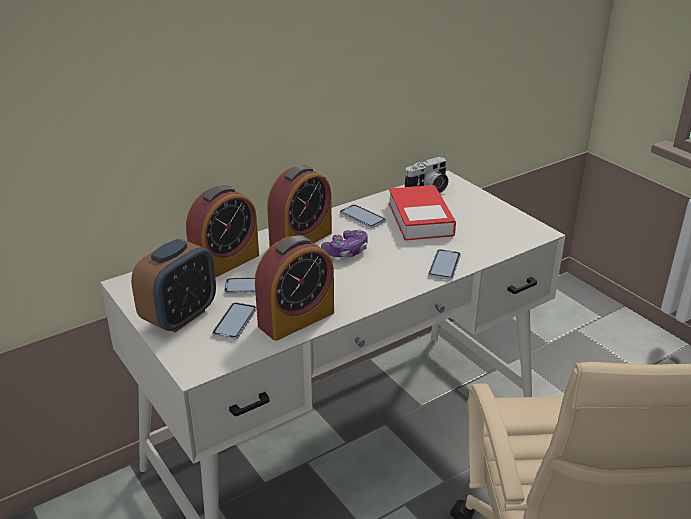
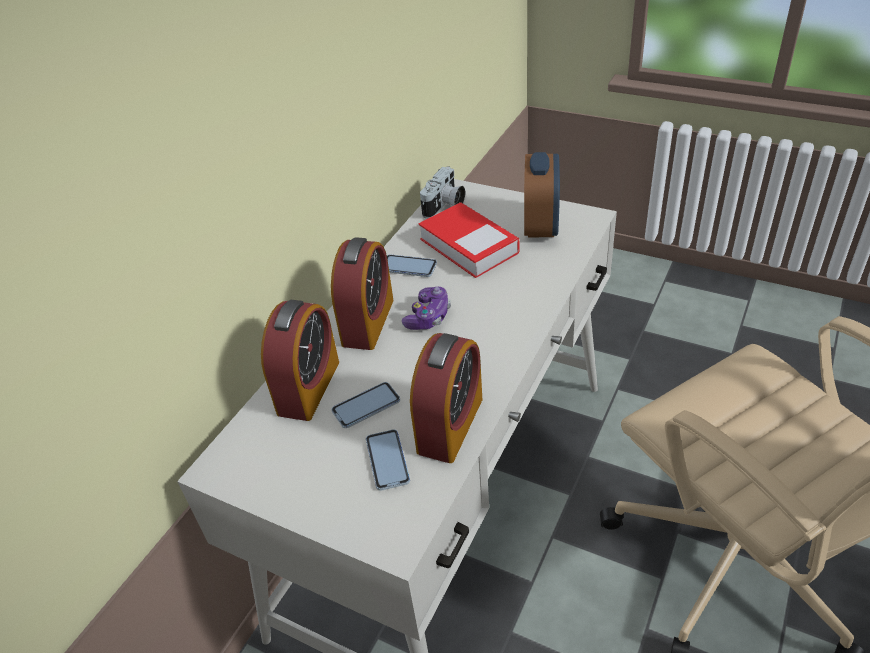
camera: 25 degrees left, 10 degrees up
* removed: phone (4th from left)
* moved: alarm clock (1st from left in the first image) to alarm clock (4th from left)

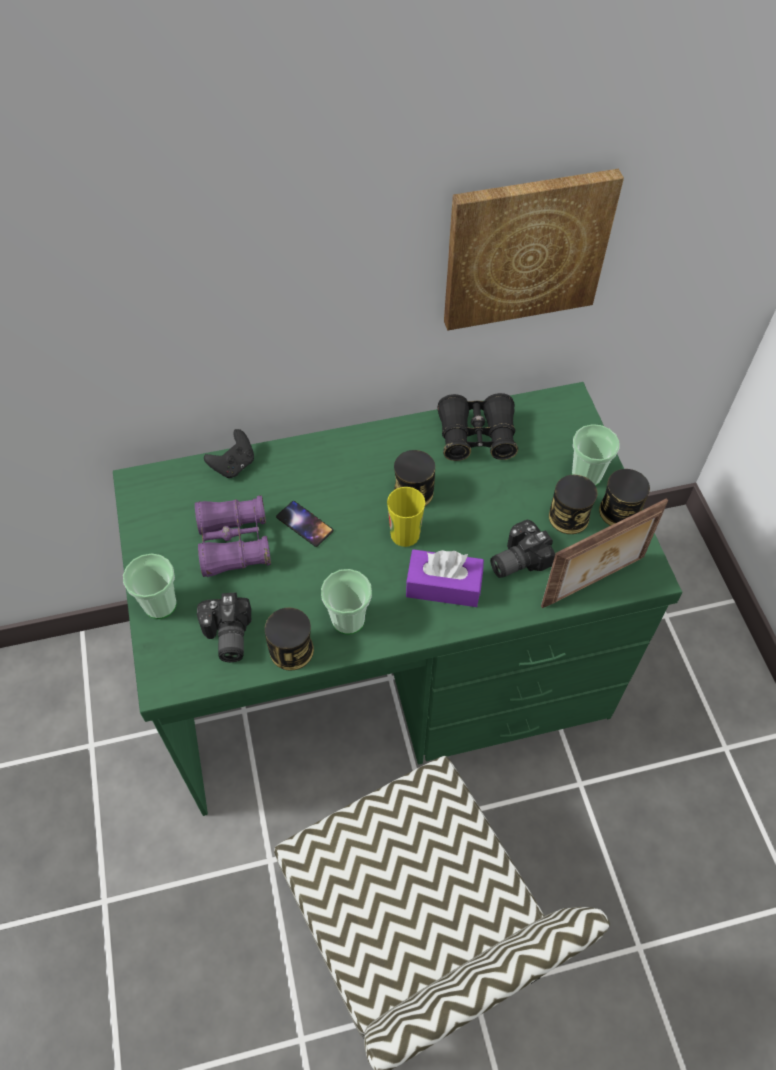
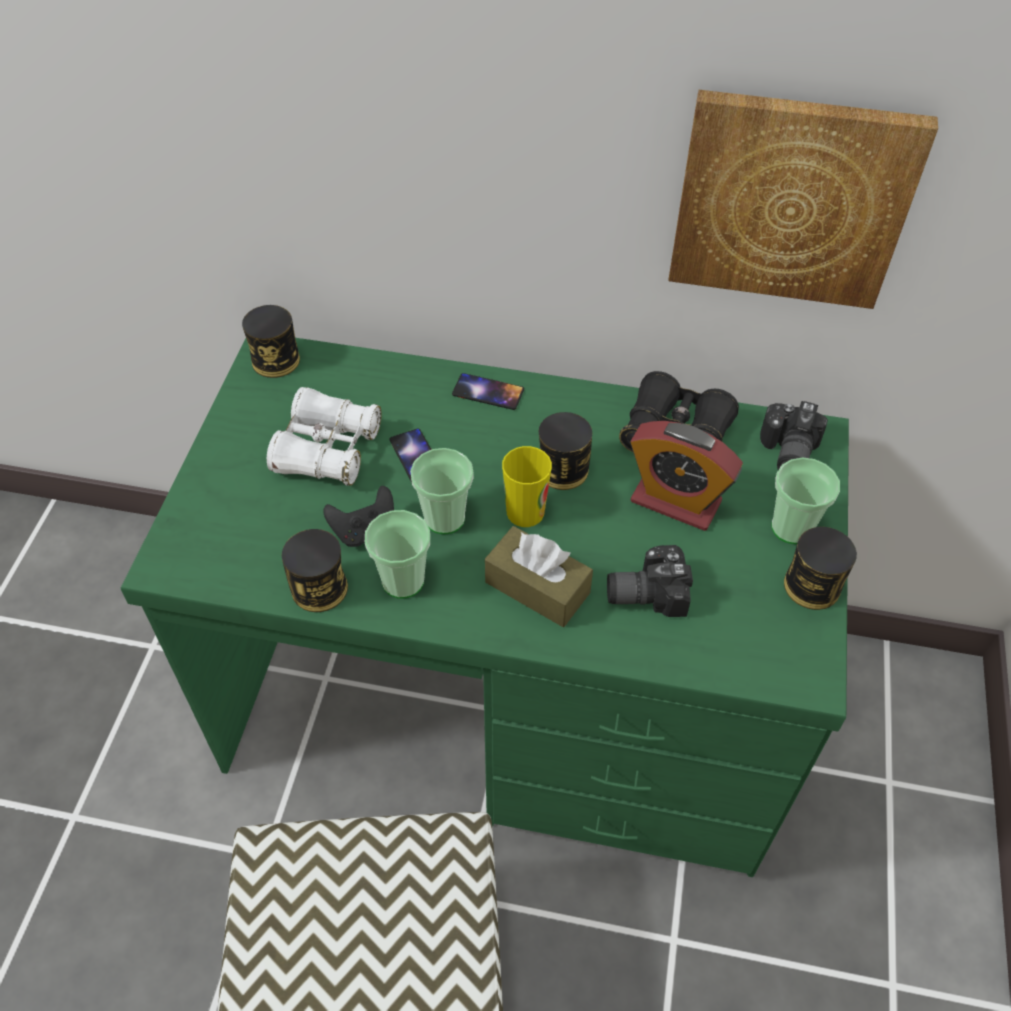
camera: 25 degrees right, 5 degrees down
* removed: picture frame
* added: phone (2nd from left)
* added: alarm clock
* moved: cup (1st from left in the first image) to cup (2nd from left)
* moved: photo camera (1st from left in the first image) to photo camera (2nd from left)
* moved: black game controller
* moved: can (3rd from left in the first image) to can (1st from left)
* recoloured: purple binoculars to white binoculars
* recoloured: purple tissue box to brown tissue box

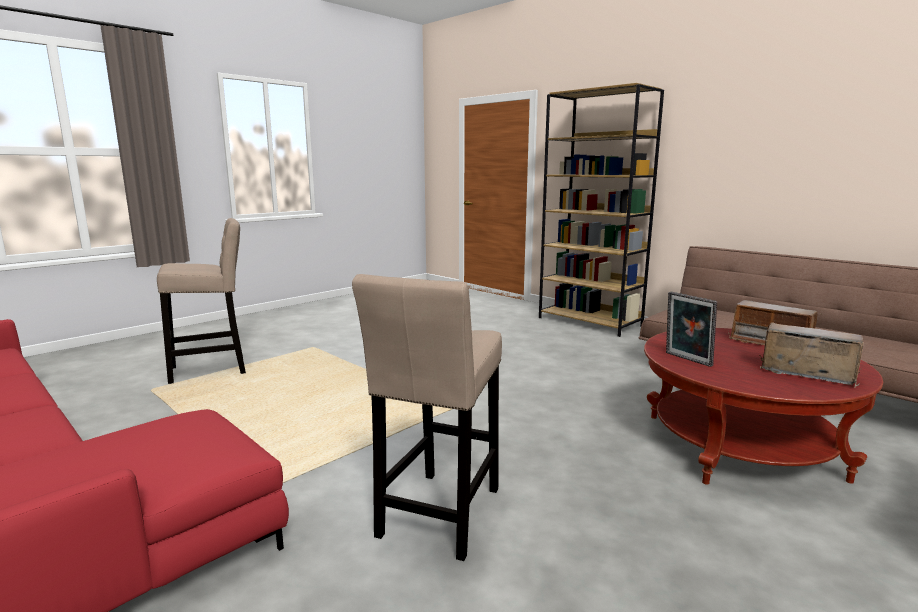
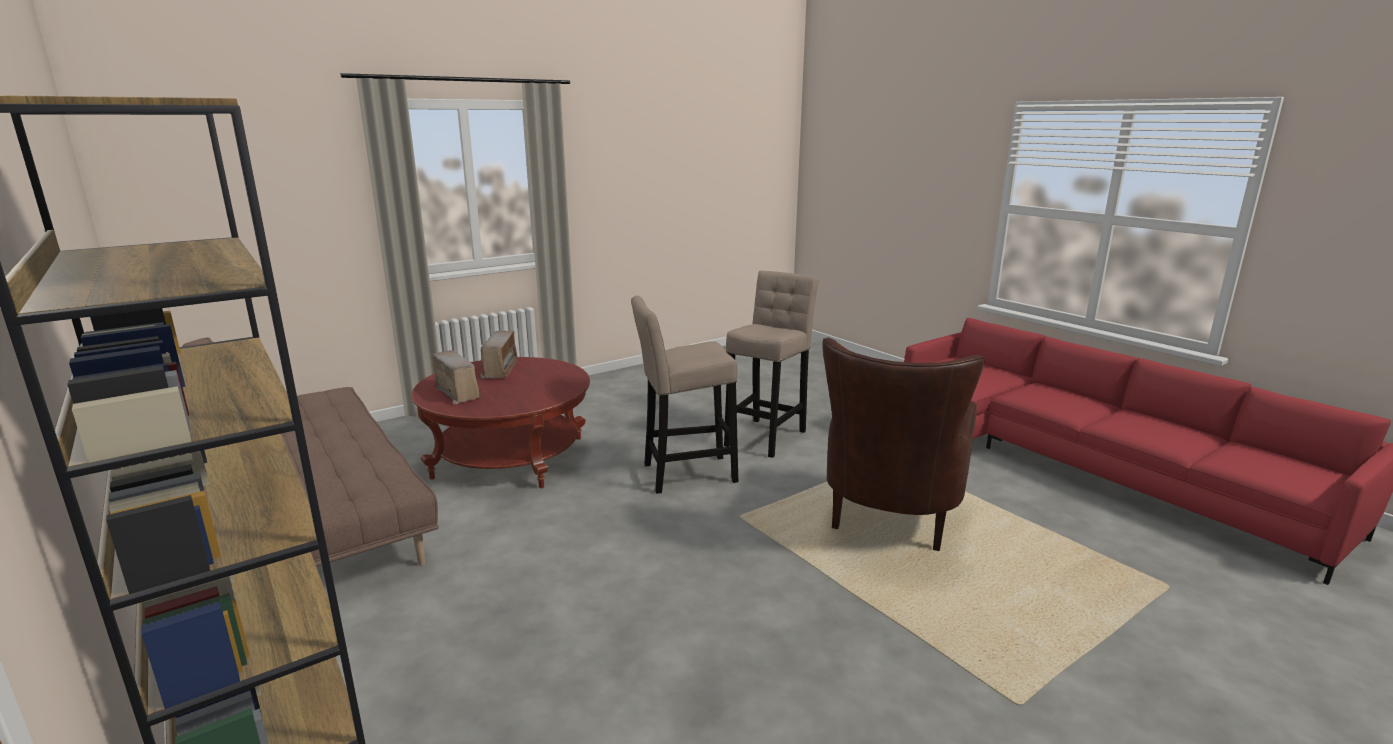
camera: 170 degrees left, 5 degrees up
* removed: picture frame
* added: brown armchair
* moved: beige stool (1st from left)
* turned: radio (2nd from left) 135 degrees counterclockwise

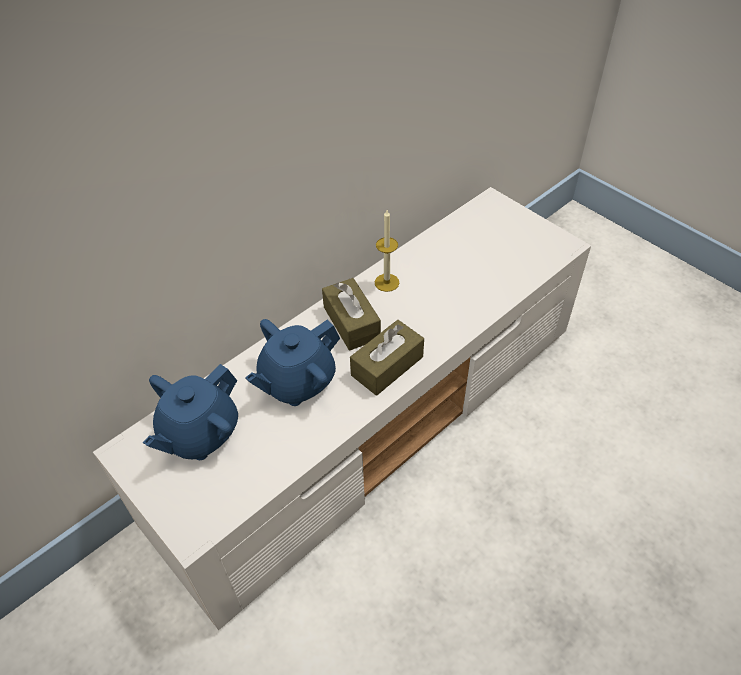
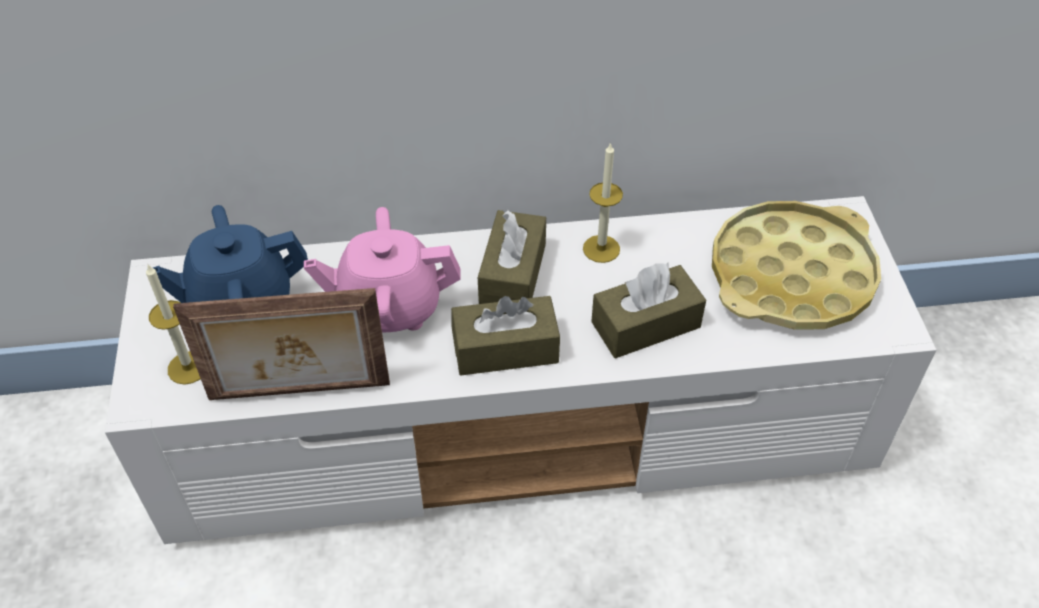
camera: 35 degrees right, 0 degrees up
* added: candle (1st from left)
* added: picture frame
* added: brown tissue box (3rd from left)
* added: yellow tray
* recoloured: blue teapot (2nd from left) to pink teapot

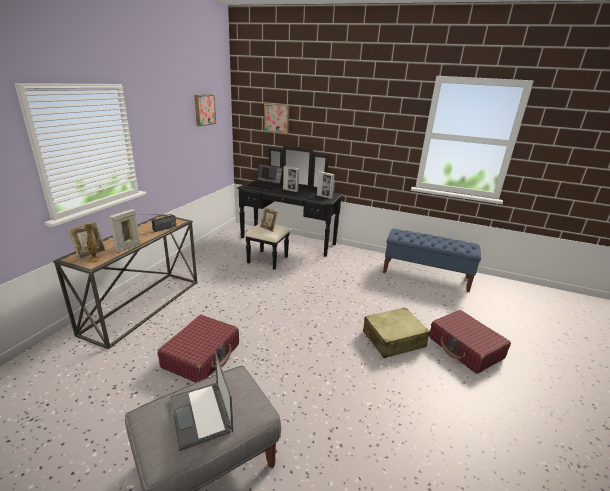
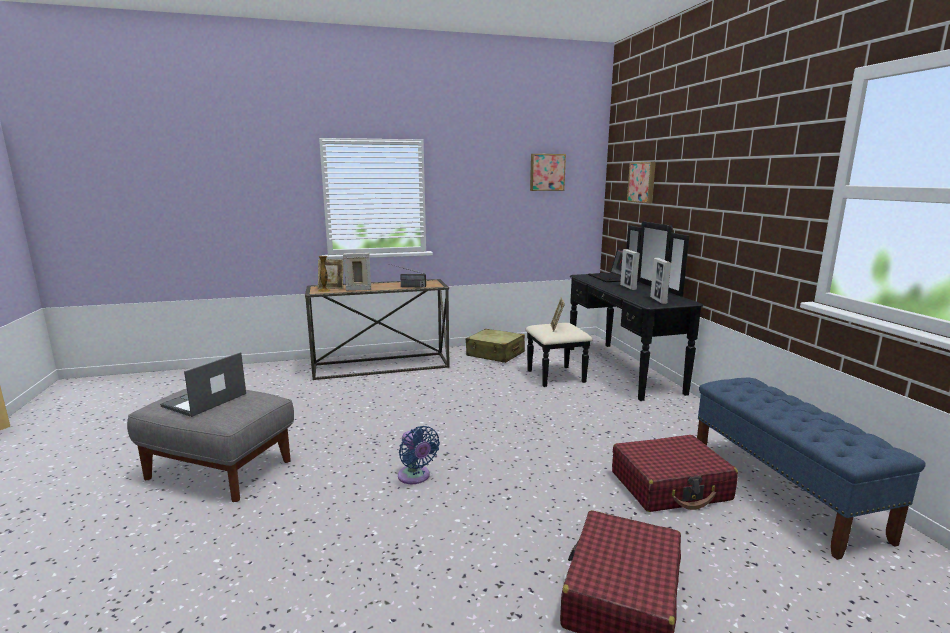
camera: 55 degrees right, 10 degrees down
* added: blue fan
* moved: red suitcase (1st from left in the first image) to red suitcase (2nd from left)
* moved: beige suitcase

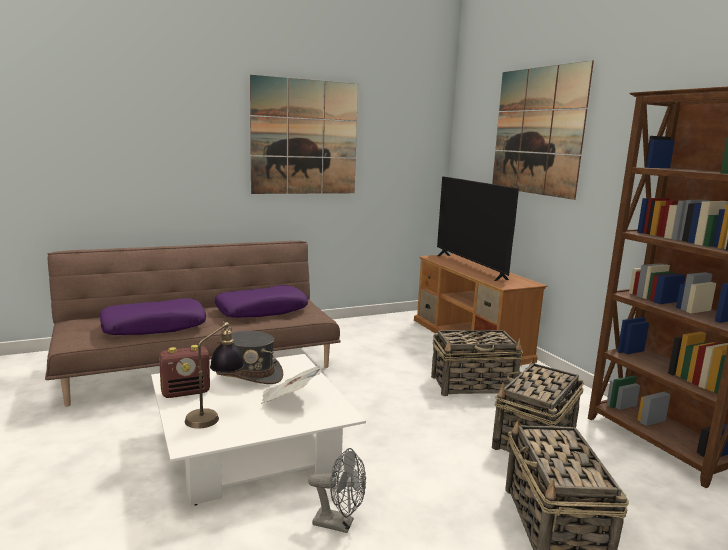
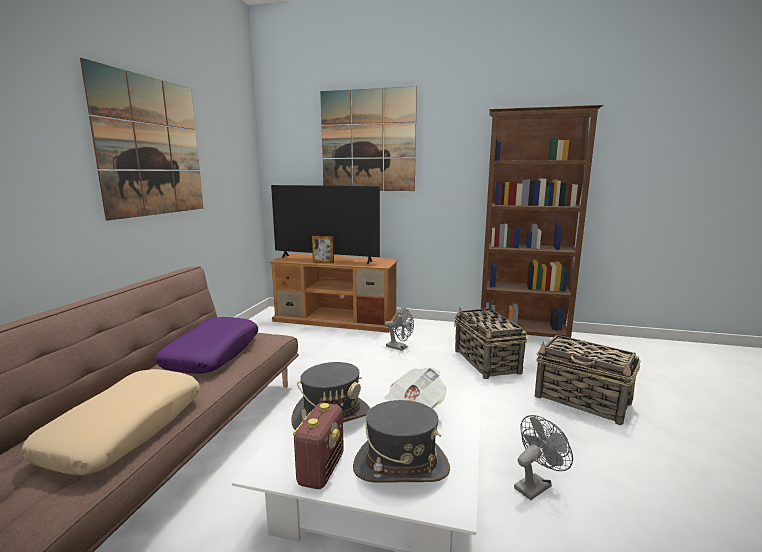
camera: 50 degrees left, 0 degrees up
* added: picture frame
* replaced: table lamp to grey hat (2nd from left)
* replaced: basket (1st from left) to grey fan (1st from left)
* recoloured: purple pillow (1st from left) to beige pillow

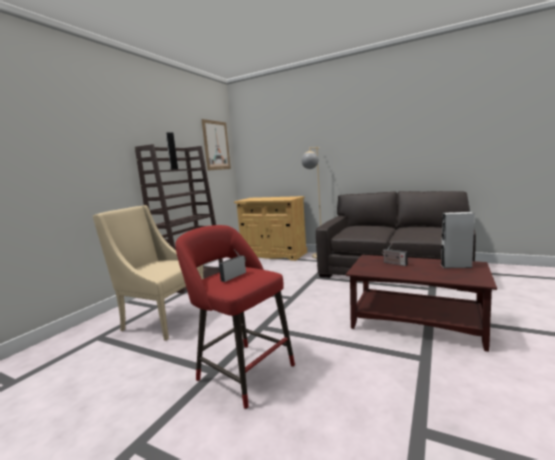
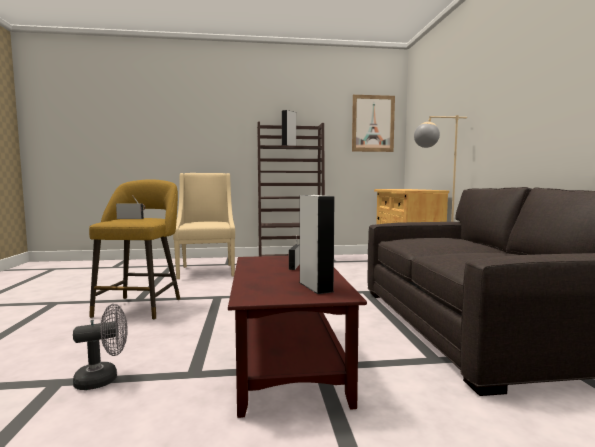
camera: 55 degrees right, 5 degrees down
* added: grey fan
* recoloured: red stool to yellow stool

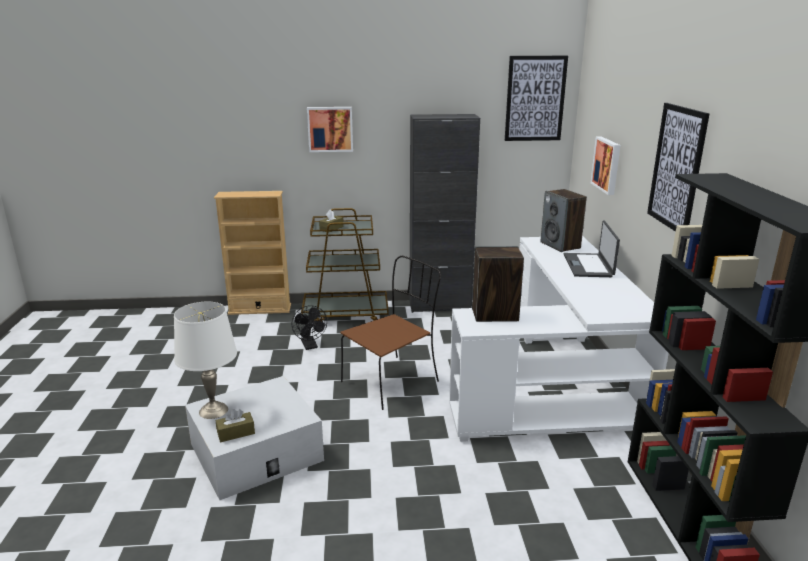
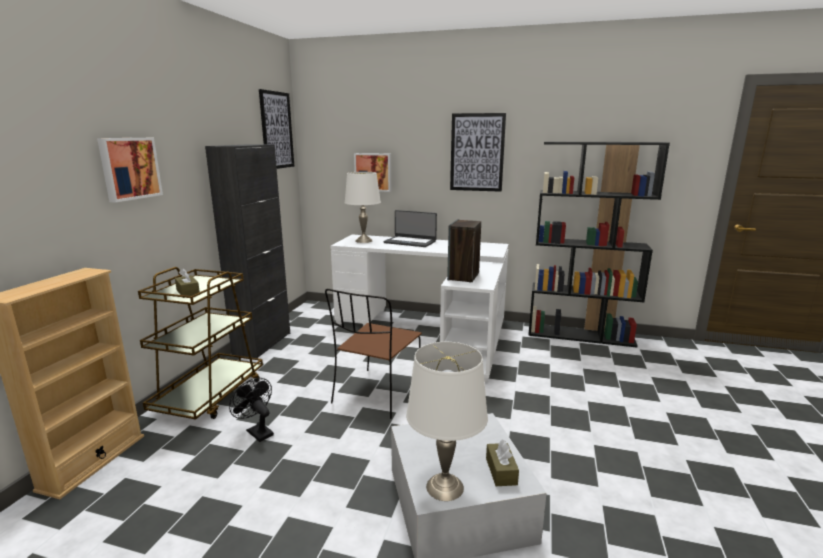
camera: 70 degrees left, 5 degrees down
* replaced: speaker (2nd from left) to white table lamp (1st from left)
* turned: black fan 135 degrees counterclockwise
* turned: brown chair 135 degrees counterclockwise

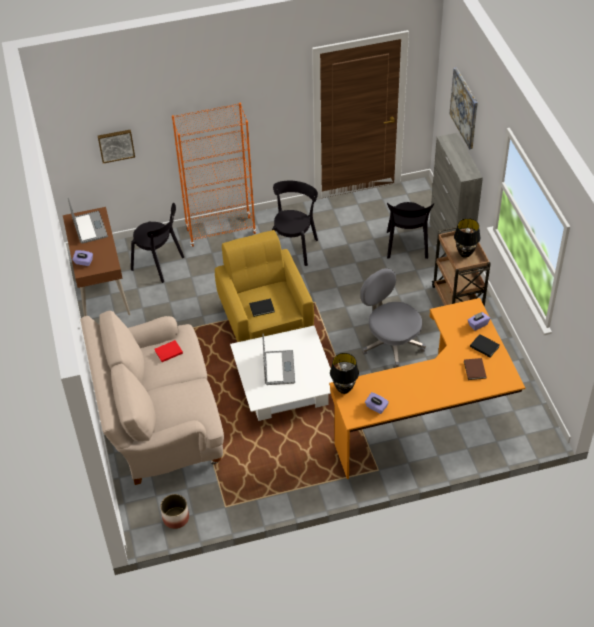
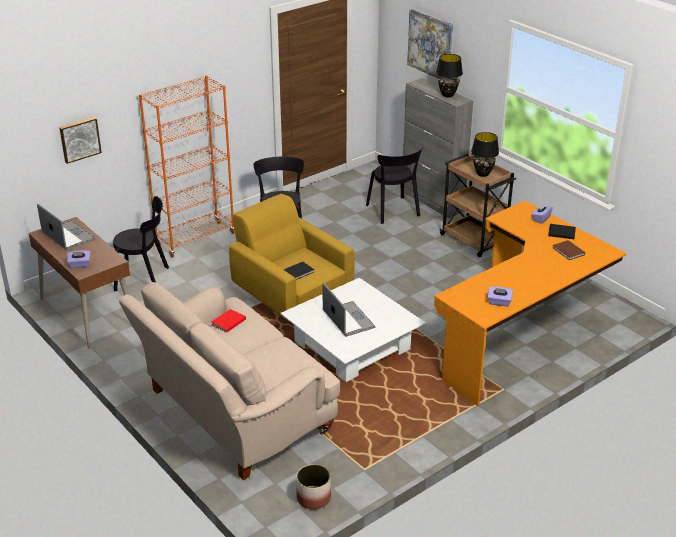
camera: 25 degrees left, 15 degrees down
* removed: grey office chair
* moved: black table lamp (1st from left)

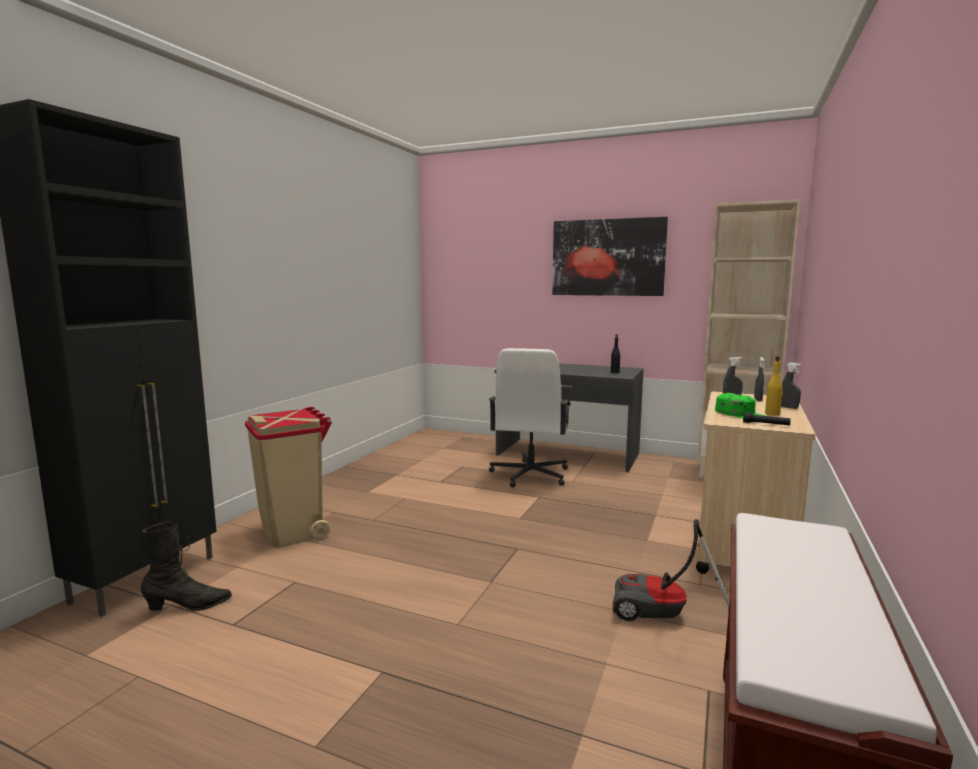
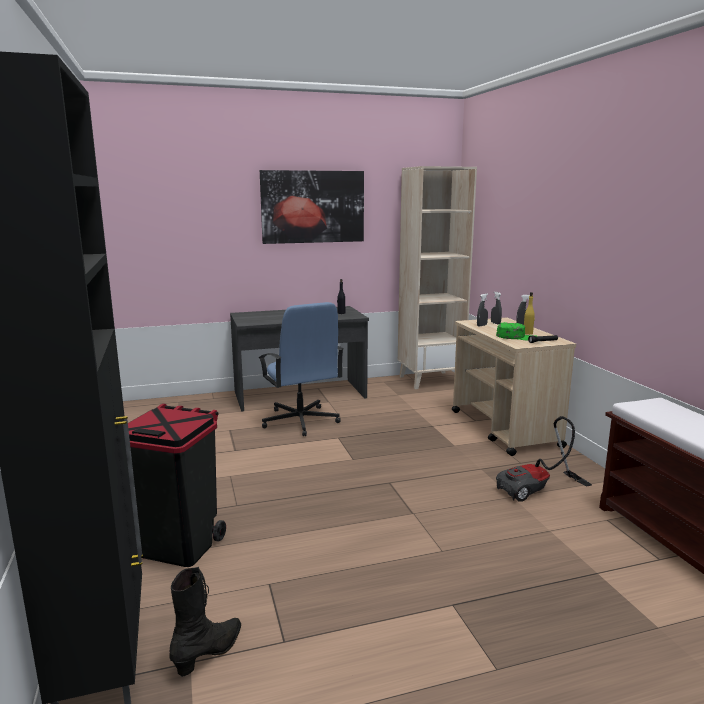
camera: 40 degrees left, 5 degrees up
* recoloured: beige trash can to black trash can
* recoloured: white office chair to blue office chair

